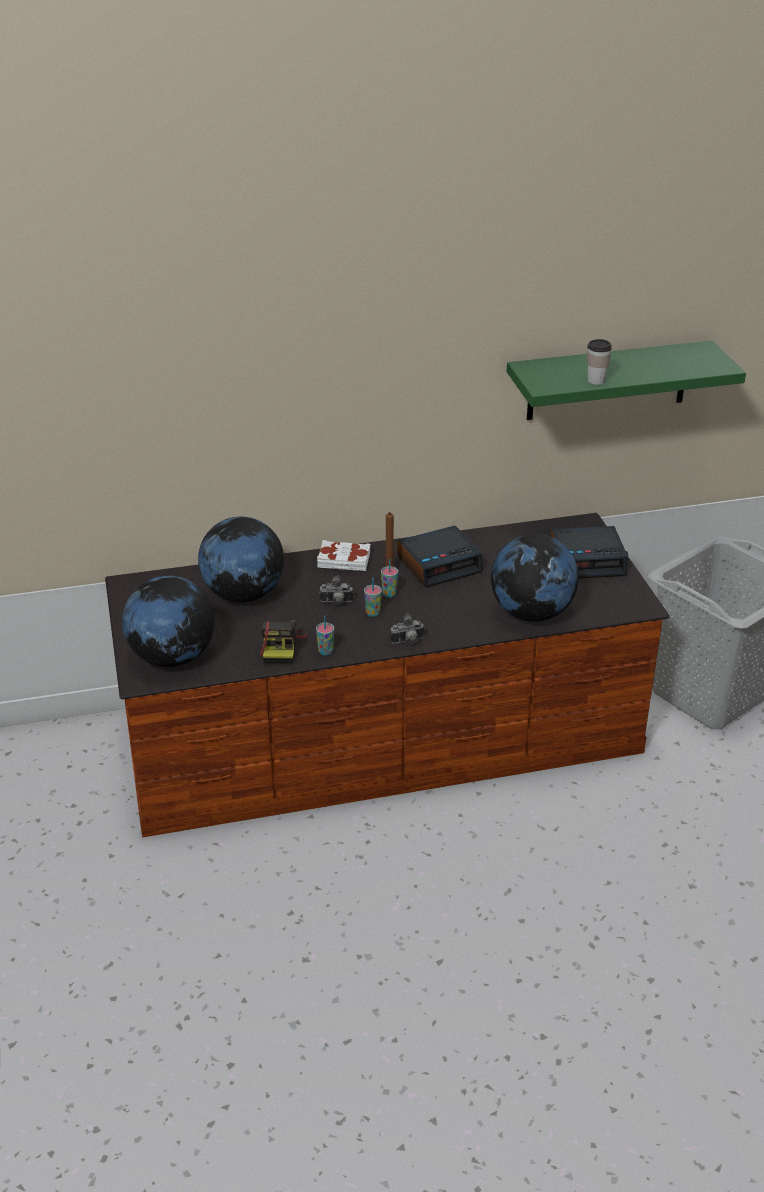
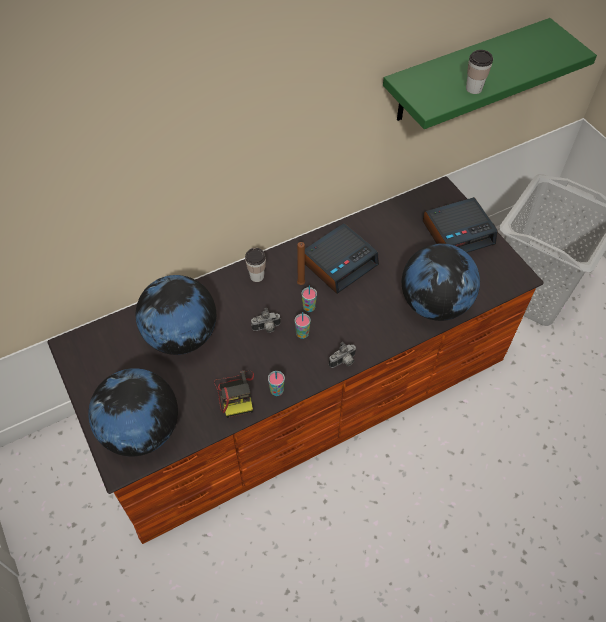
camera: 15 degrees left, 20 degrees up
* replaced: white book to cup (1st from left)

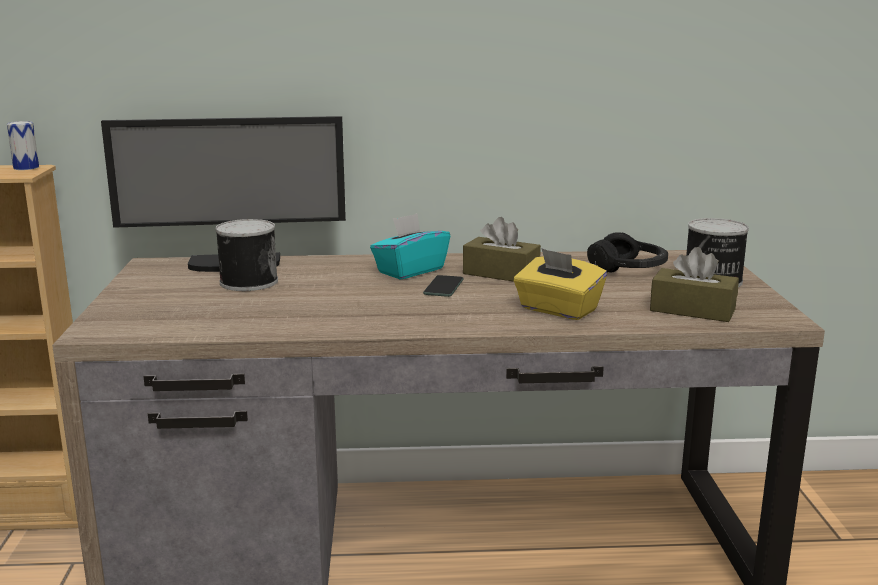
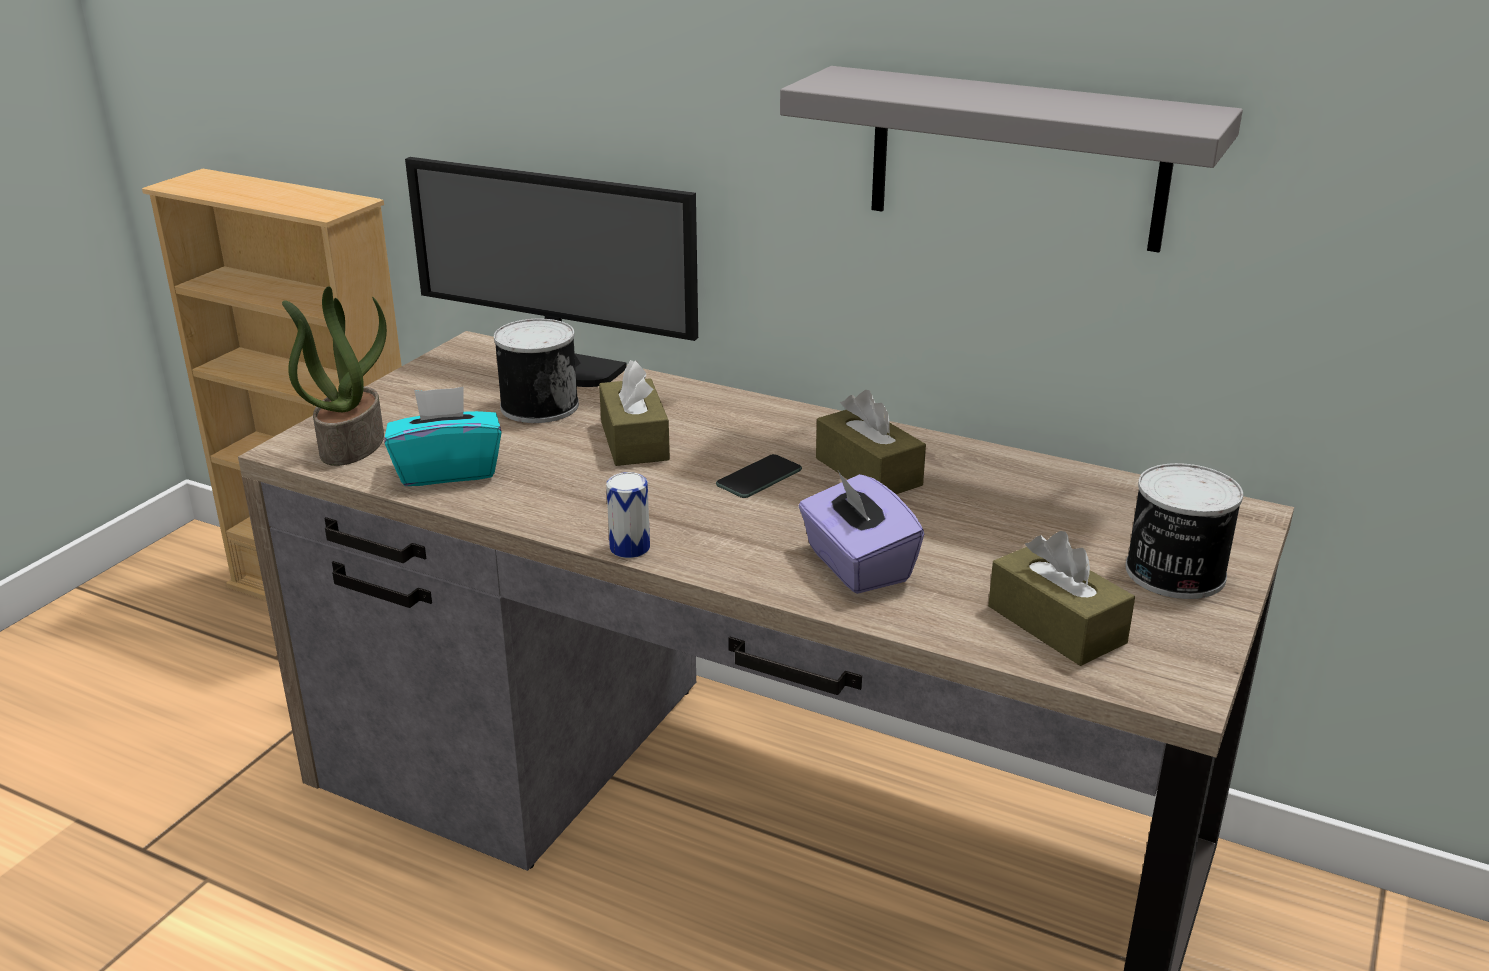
camera: 30 degrees right, 10 degrees up
* removed: black headphones
* added: potted plant
* added: brown tissue box (1st from left)
* added: grey shelf
* moved: can (1st from left in the first image) to can (2nd from left)
* moved: turquoise tissue box
* recoloured: yellow tissue box to purple tissue box

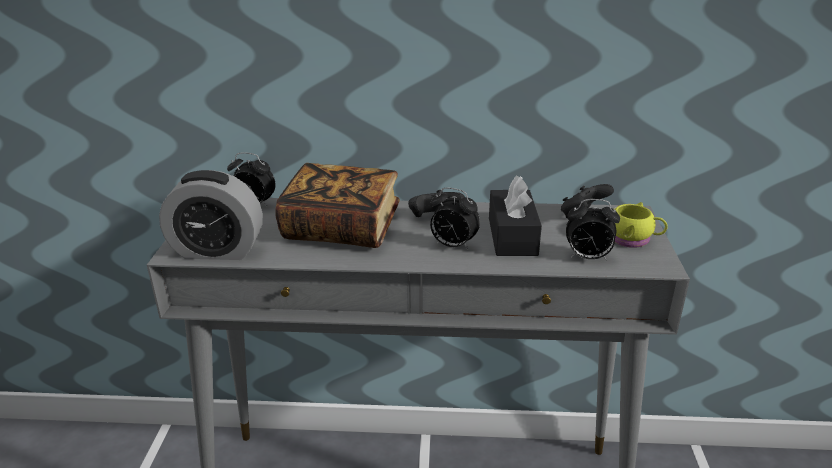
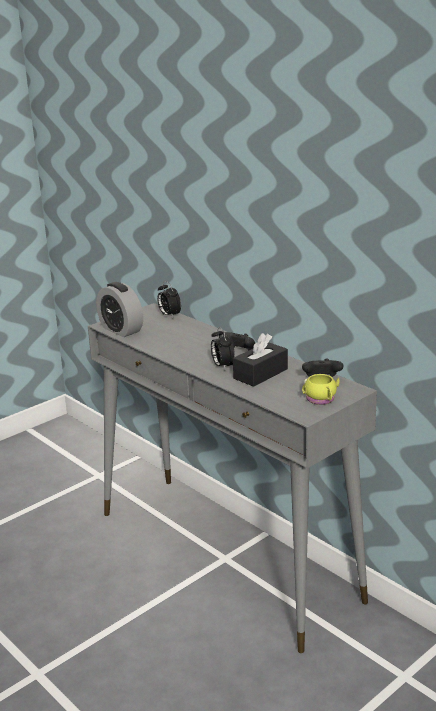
camera: 45 degrees right, 5 degrees down
* removed: book
* removed: alarm clock (4th from left)

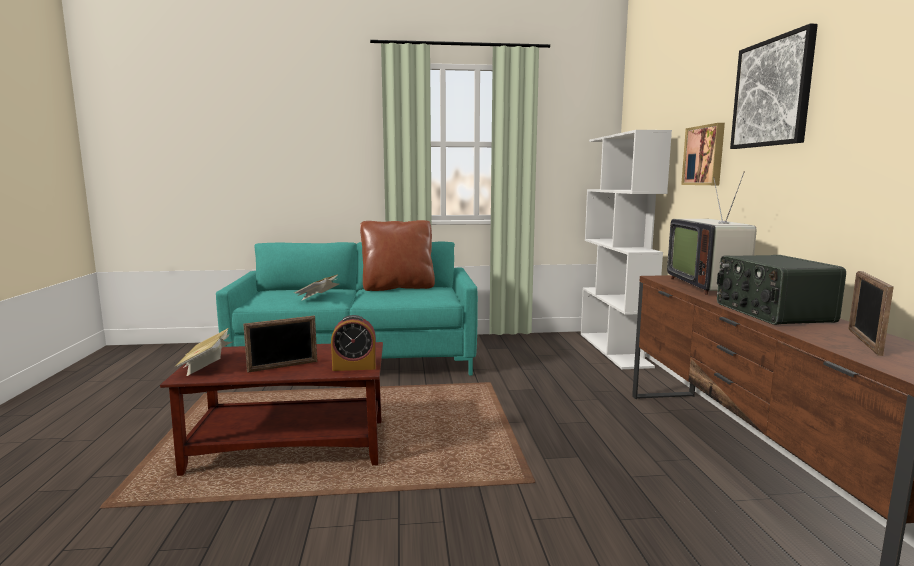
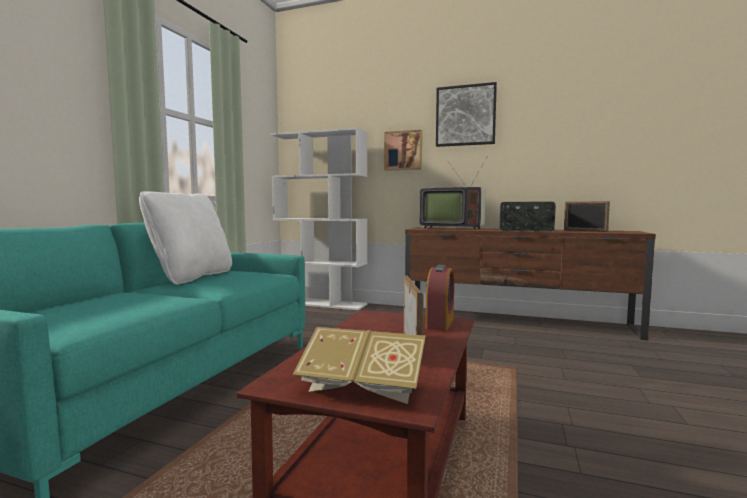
camera: 65 degrees left, 5 degrees down
* removed: book (2nd from left)
* recoloured: brown pillow to white pillow

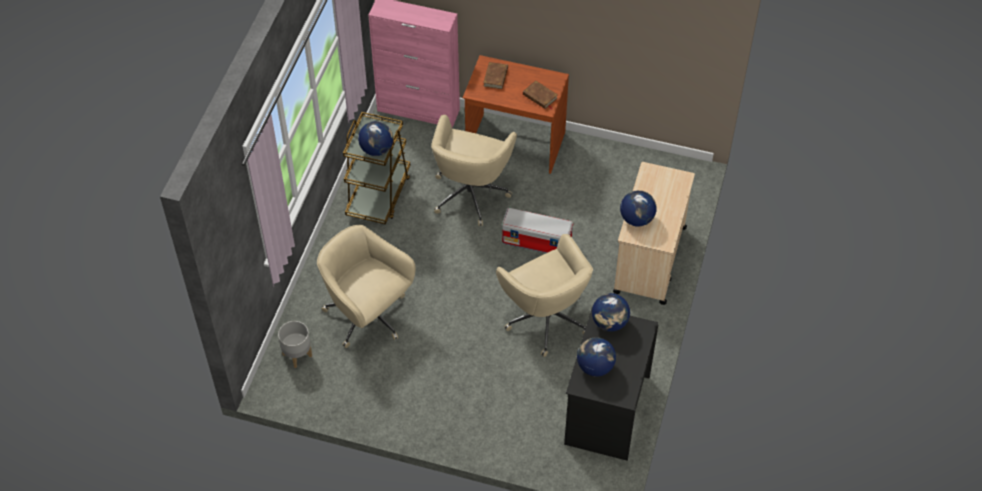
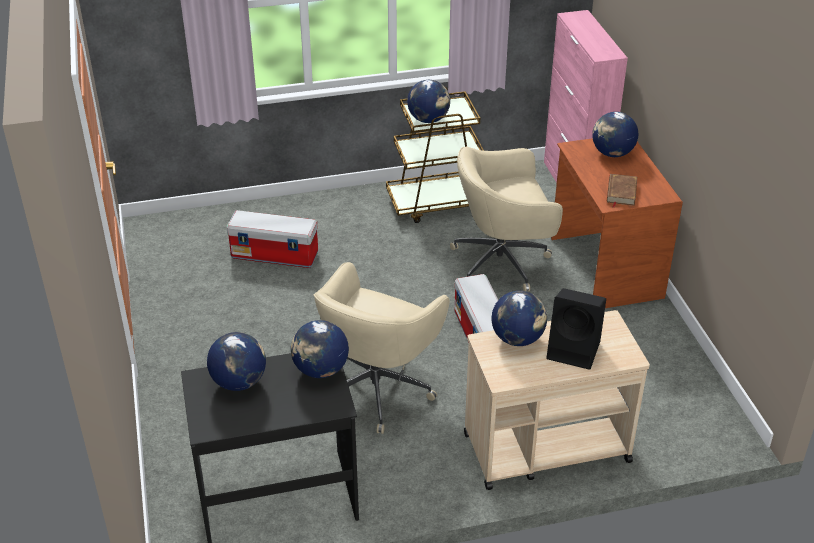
camera: 60 degrees right, 15 degrees down
* removed: grey planter
* added: black speaker
* replaced: beige office chair (1st from left) to storage box (1st from left)
* replaced: brown book (1st from left) to globe (5th from left)

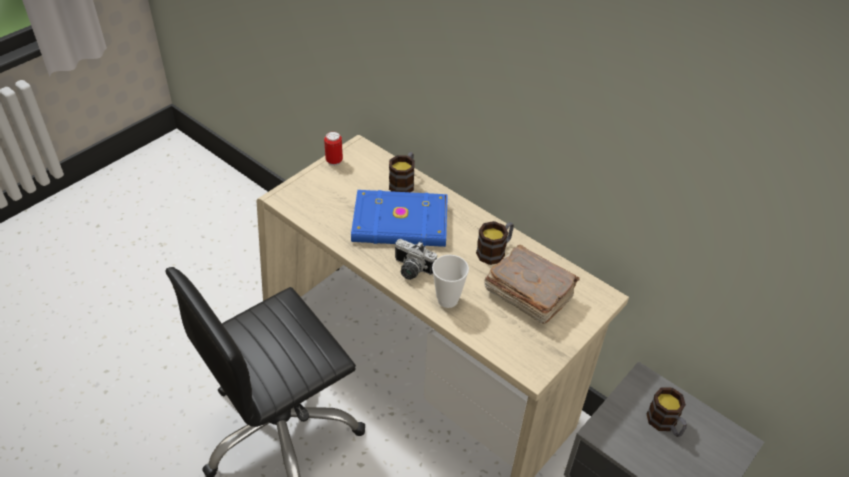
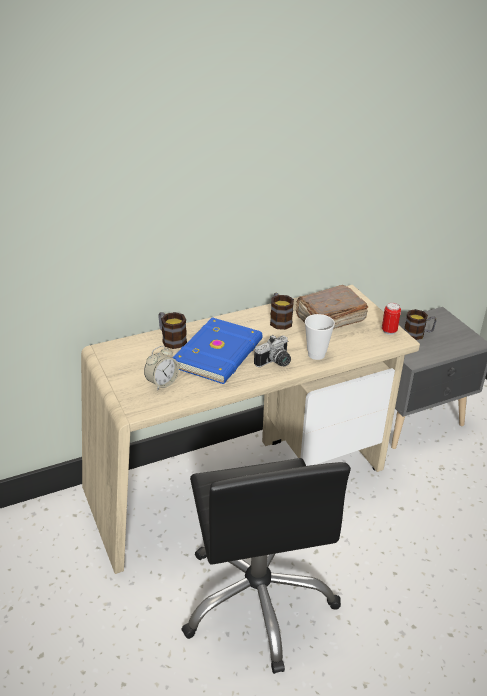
camera: 65 degrees left, 10 degrees down
* added: alarm clock
* moved: can

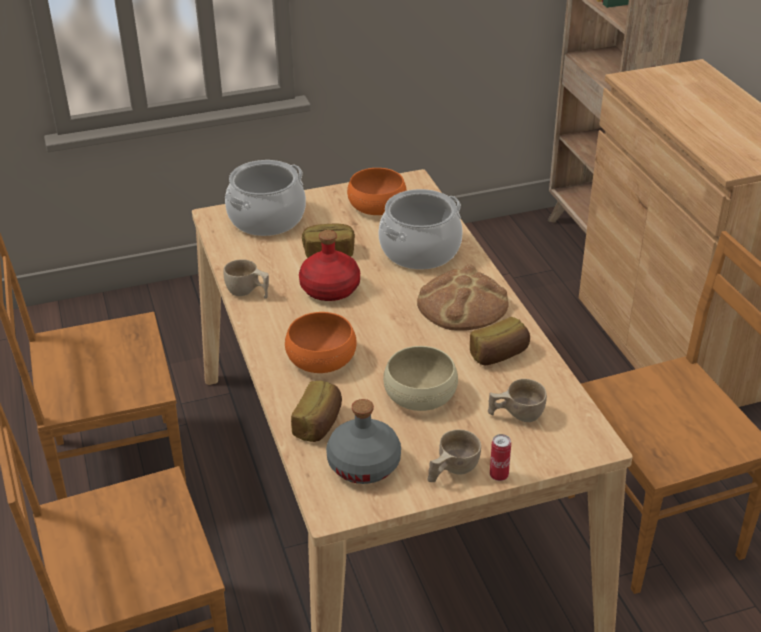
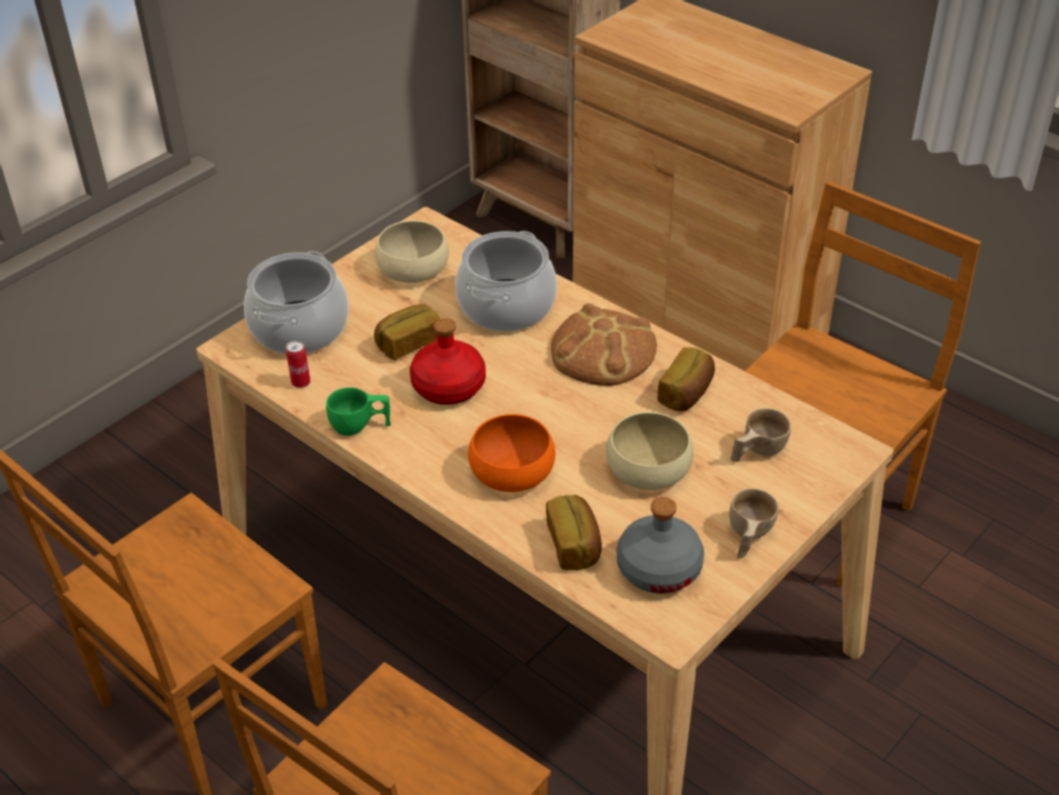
camera: 30 degrees left, 5 degrees up
* moved: can
* recoloured: beige cup (1st from left) to green cup
* recoloured: orange bowl (2nd from left) to beige bowl (1st from left)

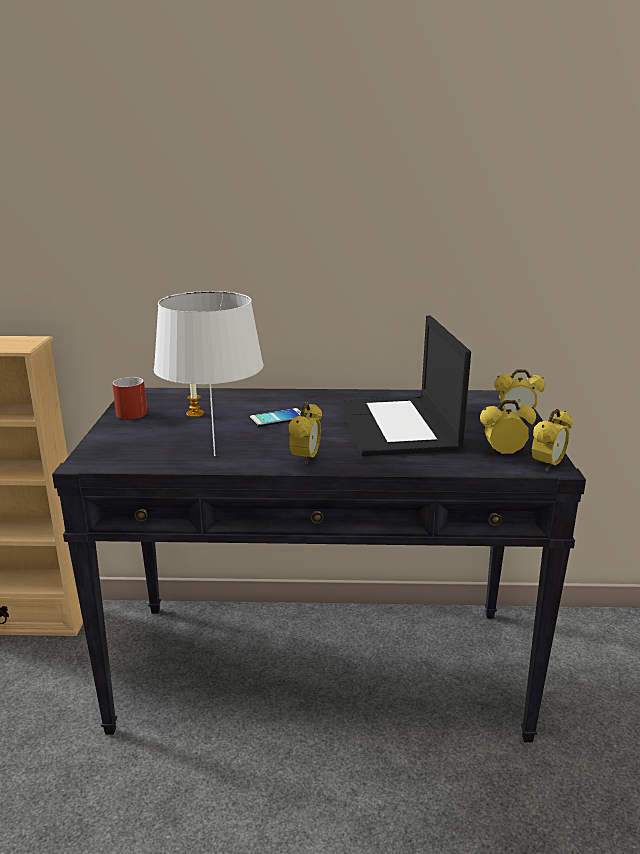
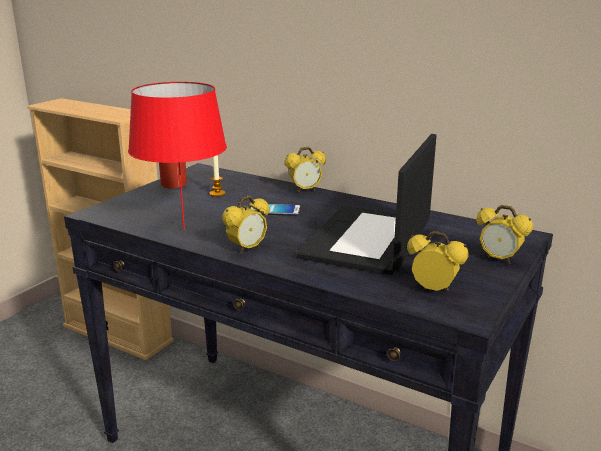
camera: 30 degrees right, 0 degrees up
* moved: alarm clock (4th from left in the first image) to alarm clock (2nd from left)
* recoloured: white table lamp to red table lamp

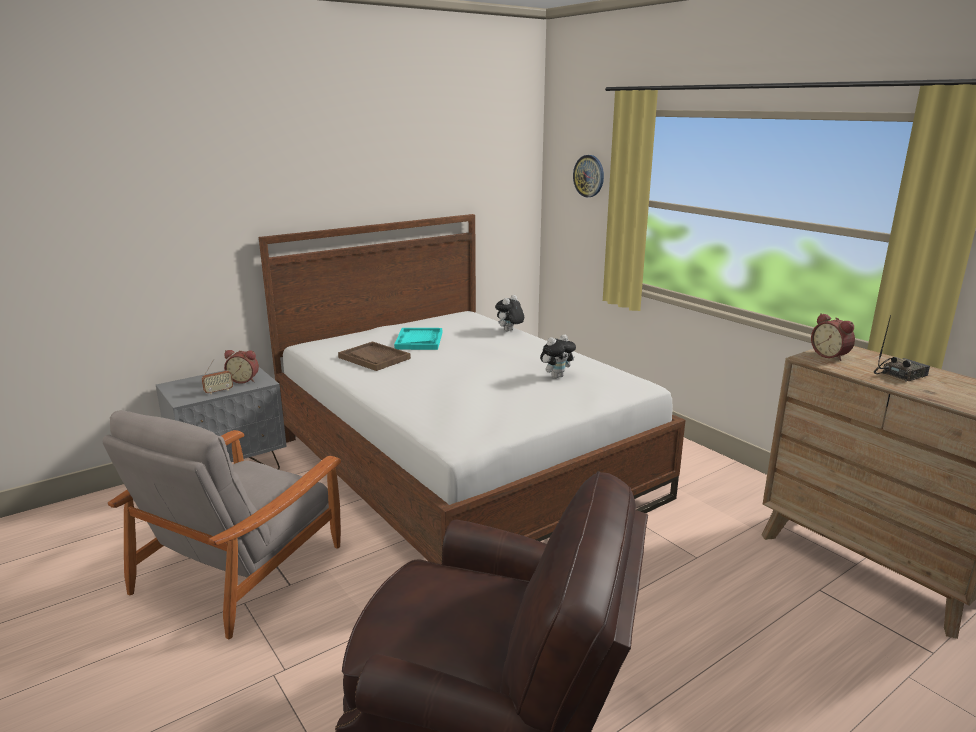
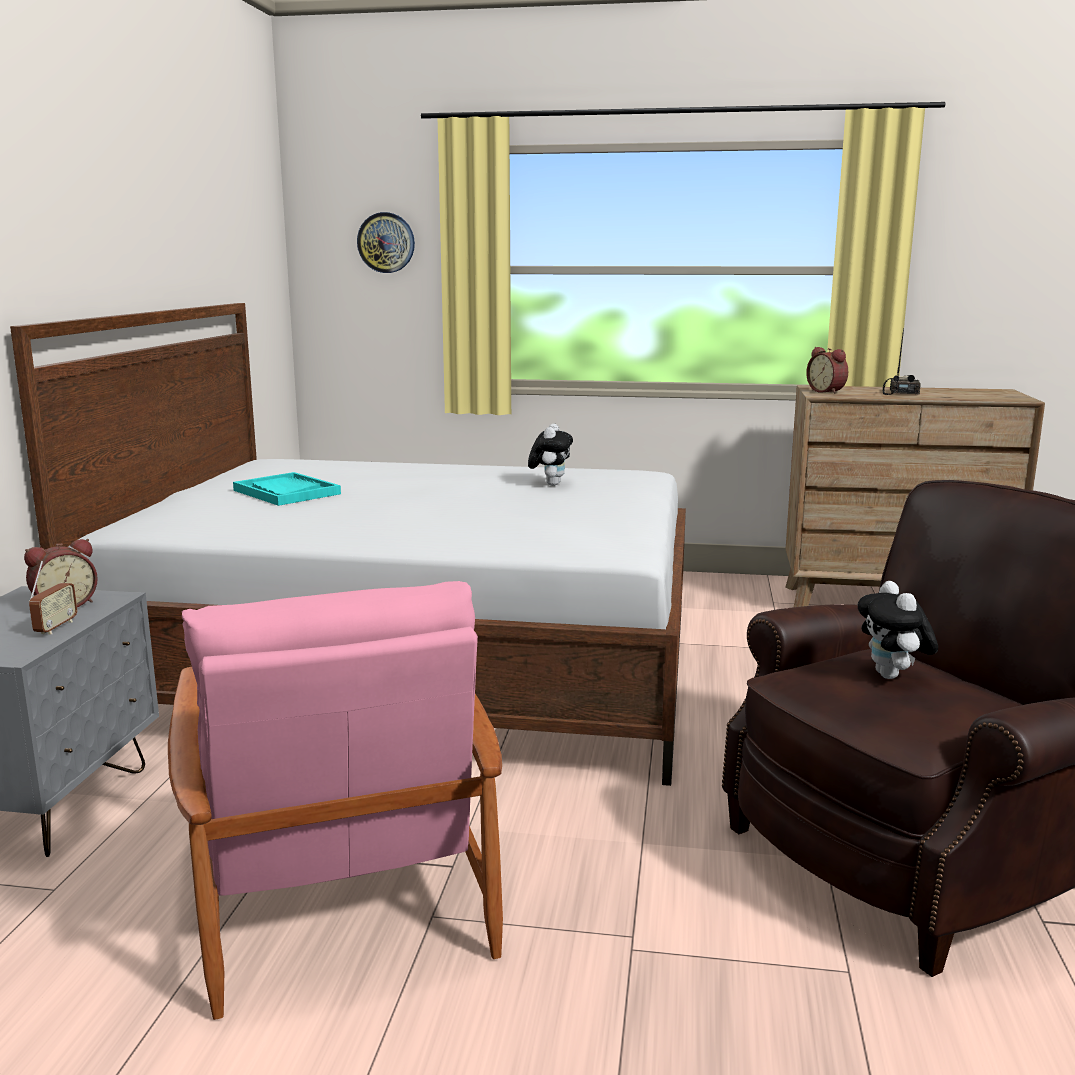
camera: 45 degrees left, 5 degrees down
* removed: brown tray
* moved: plush toy (1st from left in the first image) to plush toy (2nd from left)
* recoloured: grey armchair to pink armchair
* turned: alarm clock (2nd from left) 45 degrees clockwise

